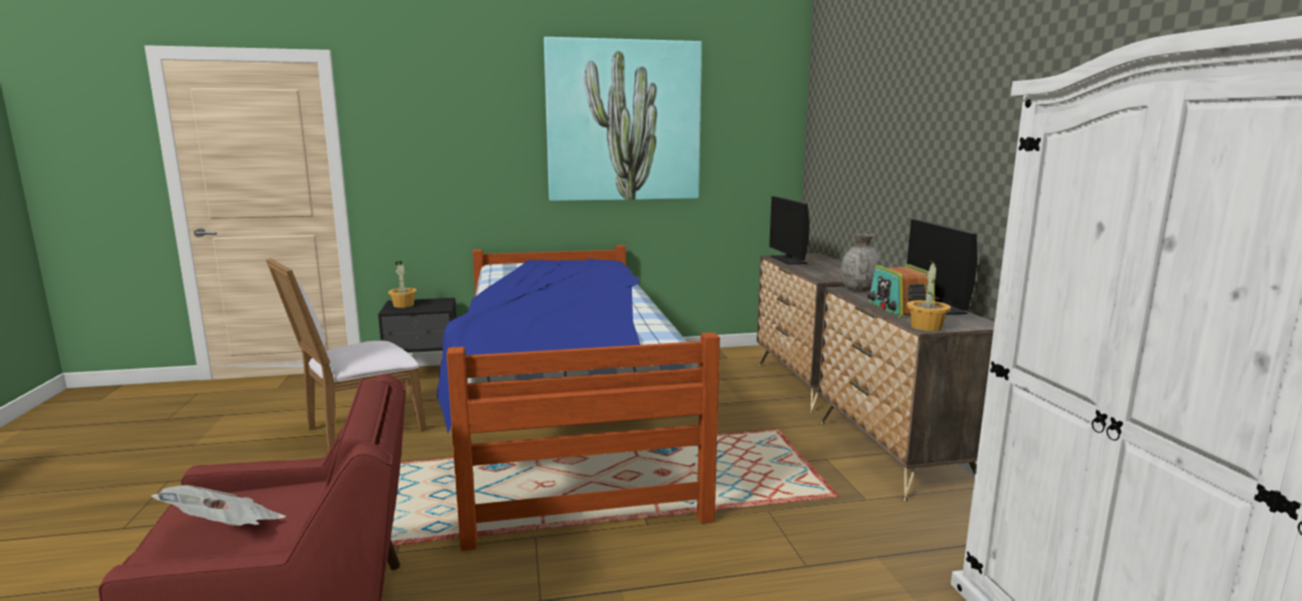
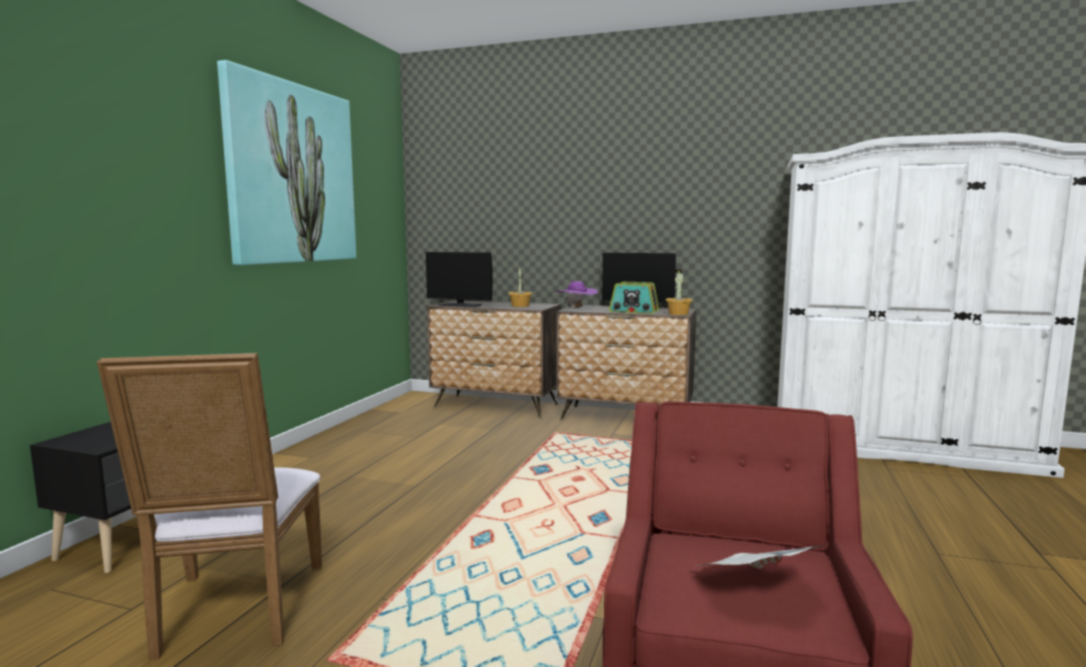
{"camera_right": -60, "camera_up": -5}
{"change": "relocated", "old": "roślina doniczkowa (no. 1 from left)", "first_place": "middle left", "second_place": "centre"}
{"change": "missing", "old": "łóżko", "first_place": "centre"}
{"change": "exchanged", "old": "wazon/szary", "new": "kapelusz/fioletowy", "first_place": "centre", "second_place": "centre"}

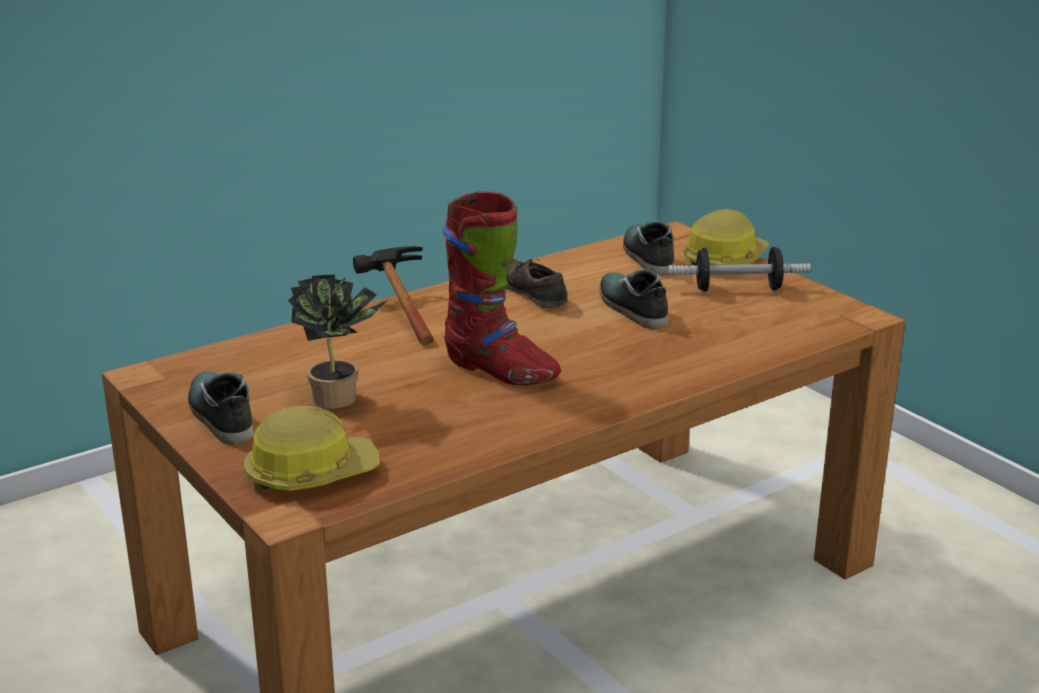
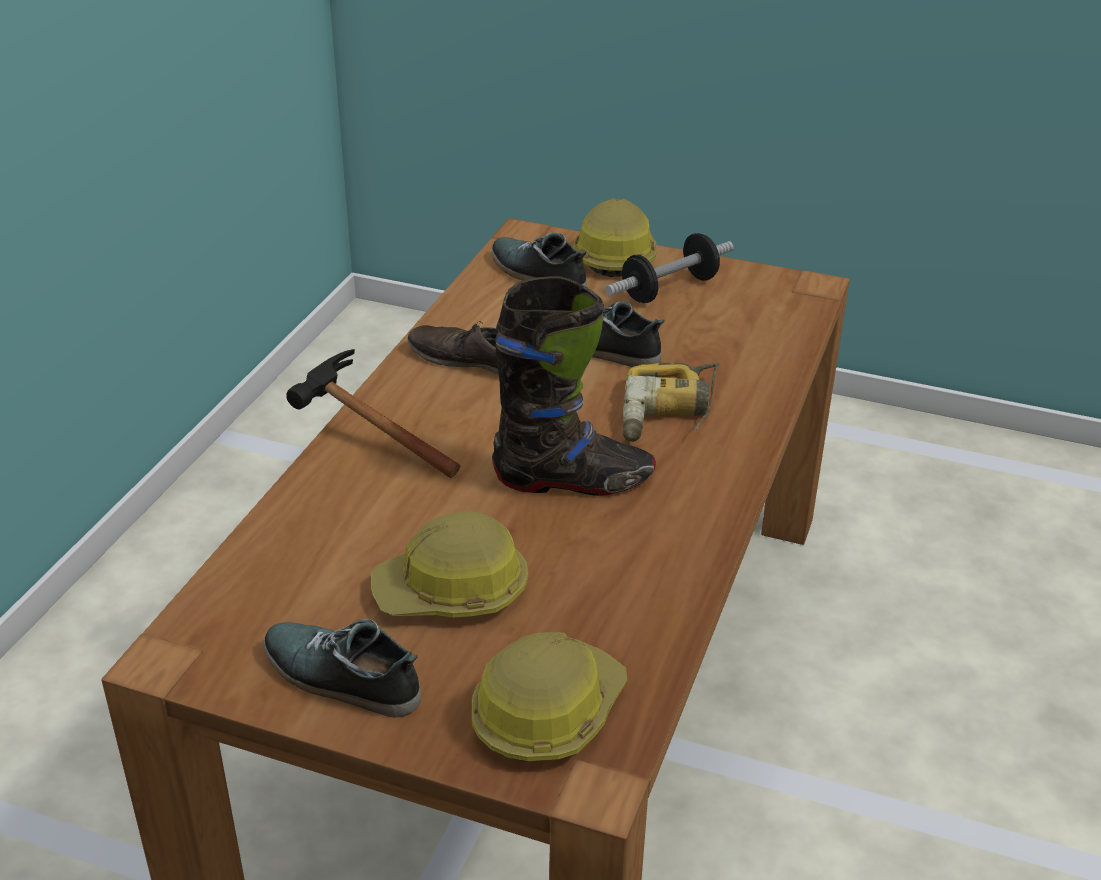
{"camera_right": -35, "camera_up": 10}
{"change": "exchanged", "old": "roślina doniczkowa", "new": "kask (no. 1 from left)", "first_place": "middle left", "second_place": "centre"}
{"change": "colour", "old": "but z cholewką/czerwony", "new": "but z cholewką/czarny", "first_place": "centre", "second_place": "centre"}
{"change": "appeared", "new": "wiertarka", "second_place": "centre"}

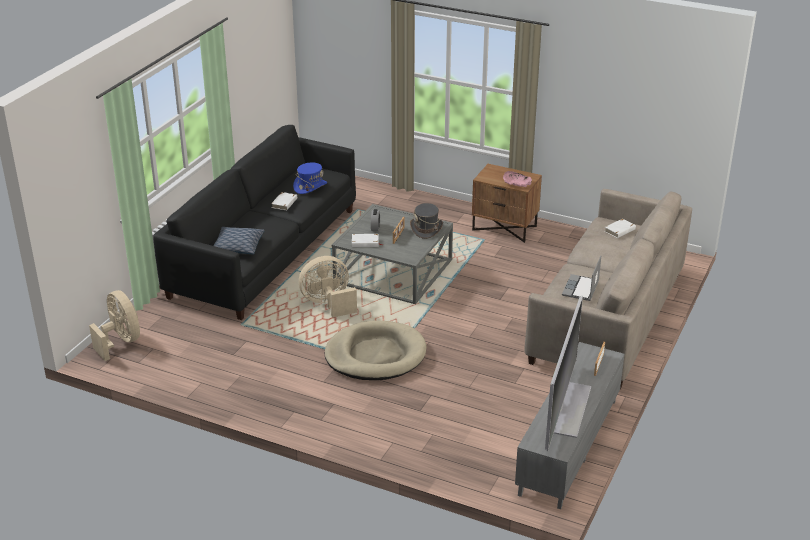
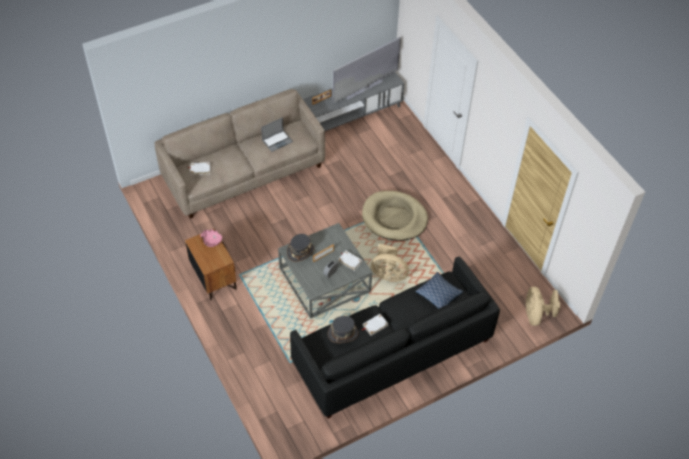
{"camera_right": -145, "camera_up": 20}
{"change": "colour", "old": "kapelusz/niebieski", "new": "kapelusz/szary (no. 2 from left)", "first_place": "top centre", "second_place": "bottom centre"}

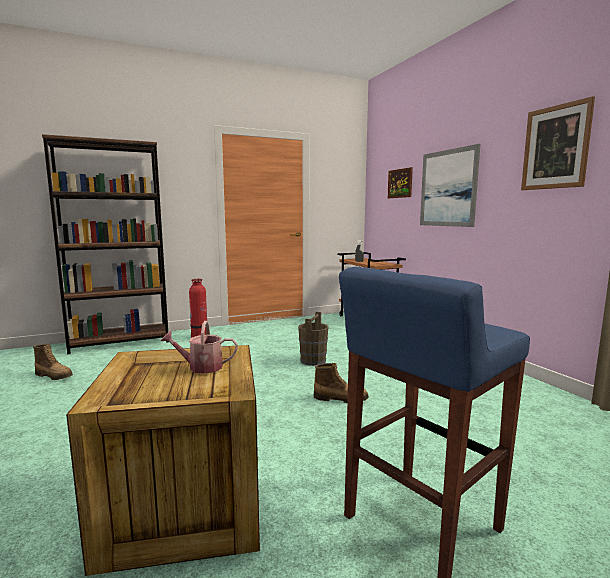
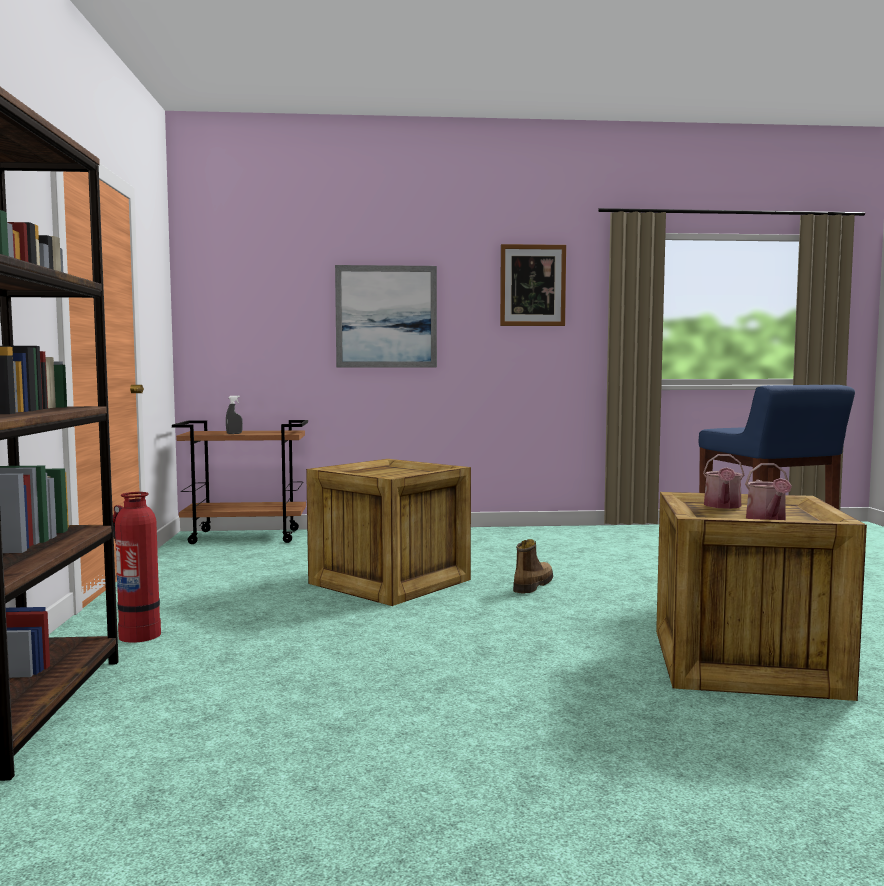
{"camera_right": -70, "camera_up": -5}
{"change": "missing", "old": "but z cholewką (no. 1 from left)", "first_place": "middle left"}
{"change": "exchanged", "old": "wiadro/brązowy", "new": "skrzynka (no. 1 from left)", "first_place": "centre", "second_place": "centre"}
{"change": "missing", "old": "obraz (no. 1 from left)", "first_place": "top centre"}
{"change": "appeared", "new": "konewka (no. 2 from left)", "second_place": "middle right"}

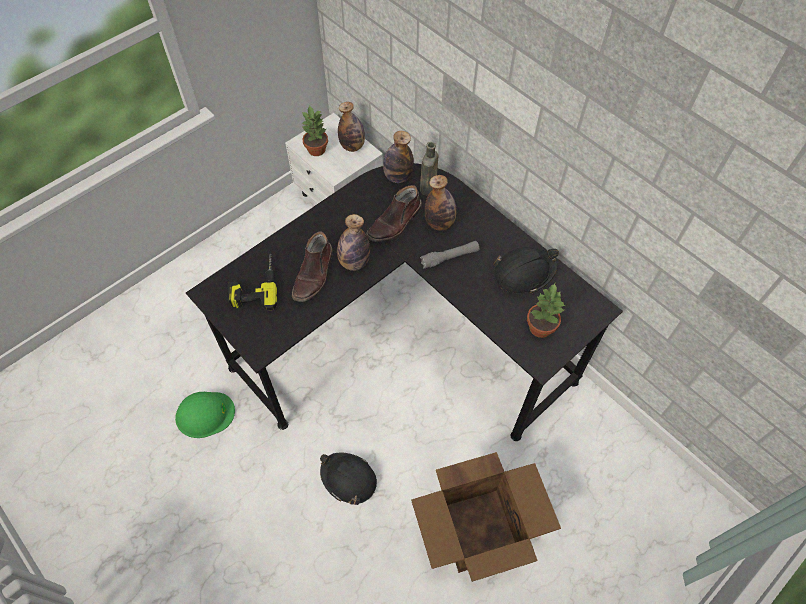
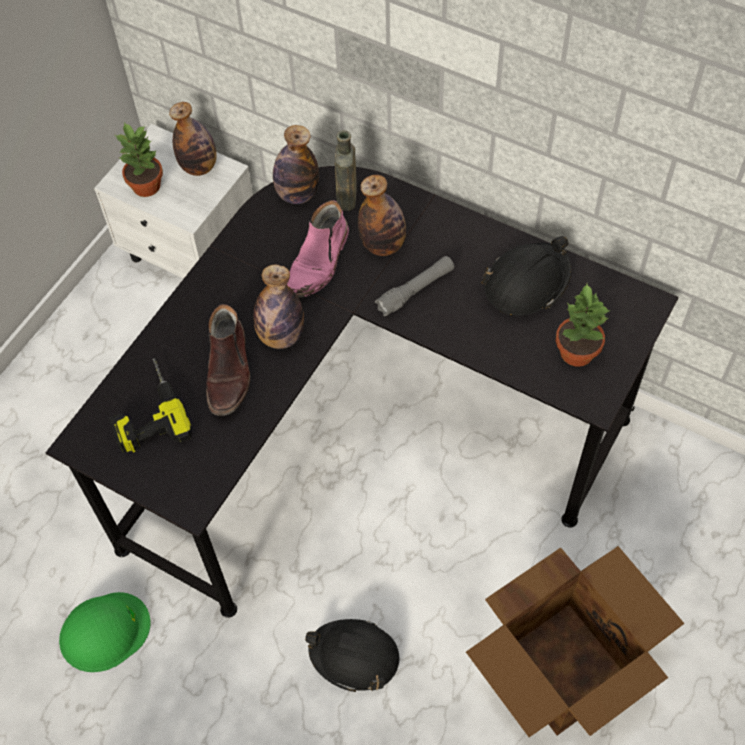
{"camera_right": -15, "camera_up": 0}
{"change": "colour", "old": "but z cholewką/brązowy (no. 2 from left)", "new": "but z cholewką/różowy", "first_place": "centre", "second_place": "centre"}

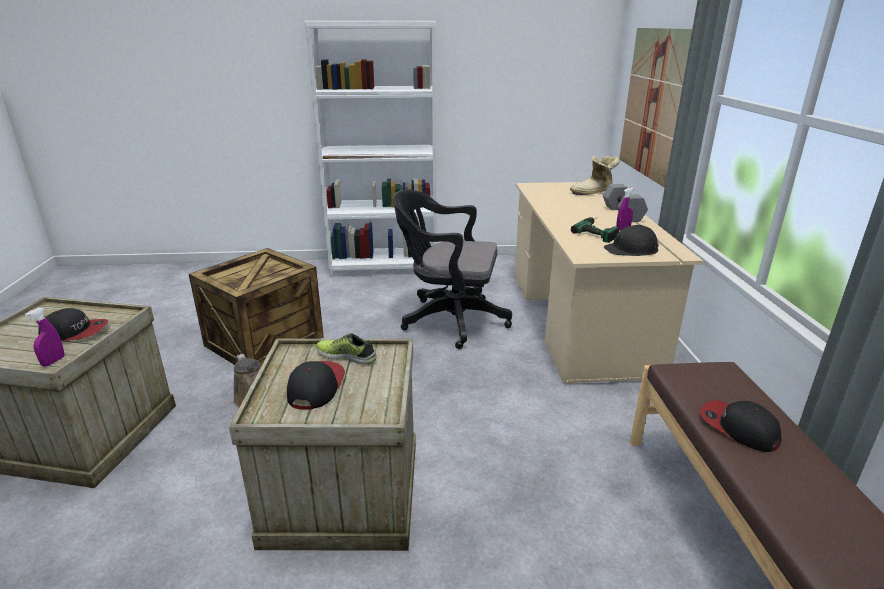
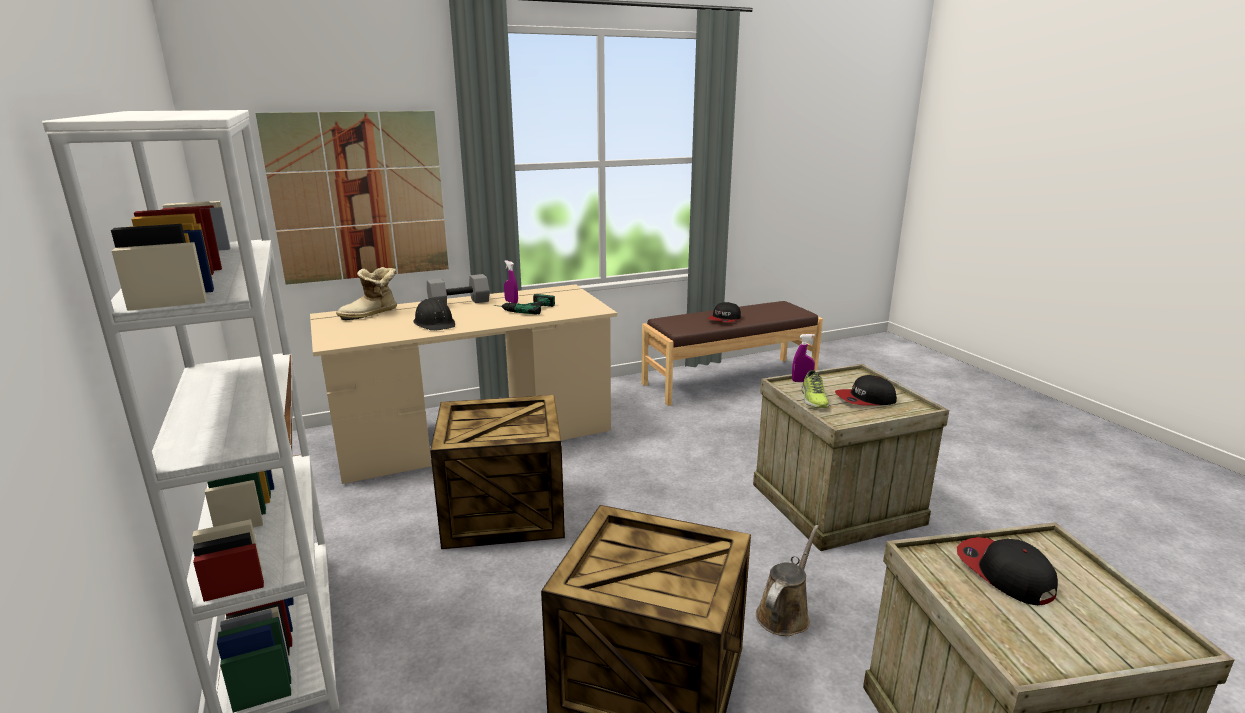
{"camera_right": -110, "camera_up": -5}
{"change": "relocated", "old": "spryskiwacz/fioletowy (no. 1 from left in the first image)", "new": "spryskiwacz/fioletowy (no. 2 from left)", "first_place": "middle left", "second_place": "centre"}
{"change": "exchanged", "old": "krzesło biurowe/czarny", "new": "skrzynka (no. 1 from left)", "first_place": "centre", "second_place": "centre"}
{"change": "spun", "old": "but z cholewką", "first_place": "top right", "second_place": "middle left", "degrees": 90}
{"change": "relocated", "old": "kask/czarny", "first_place": "middle right", "second_place": "centre"}

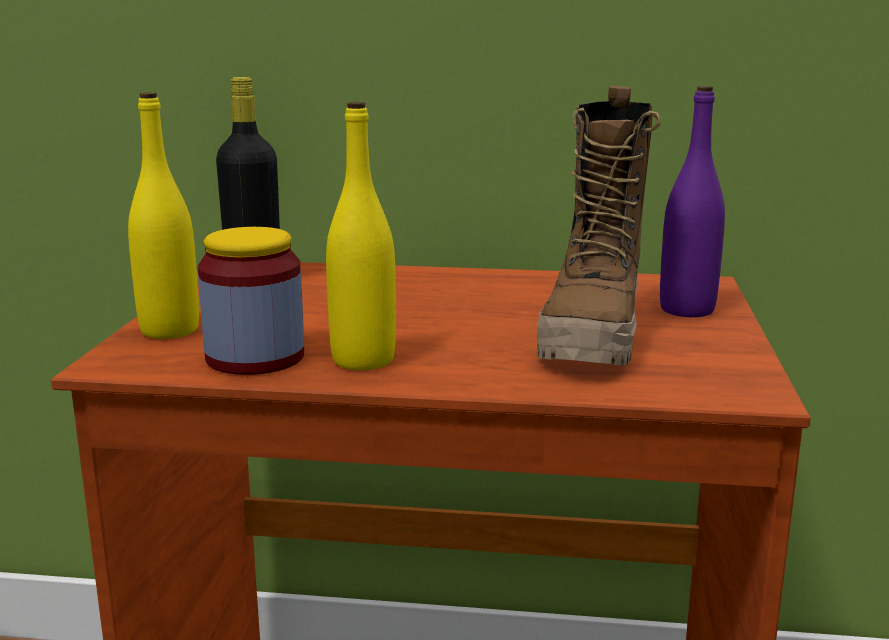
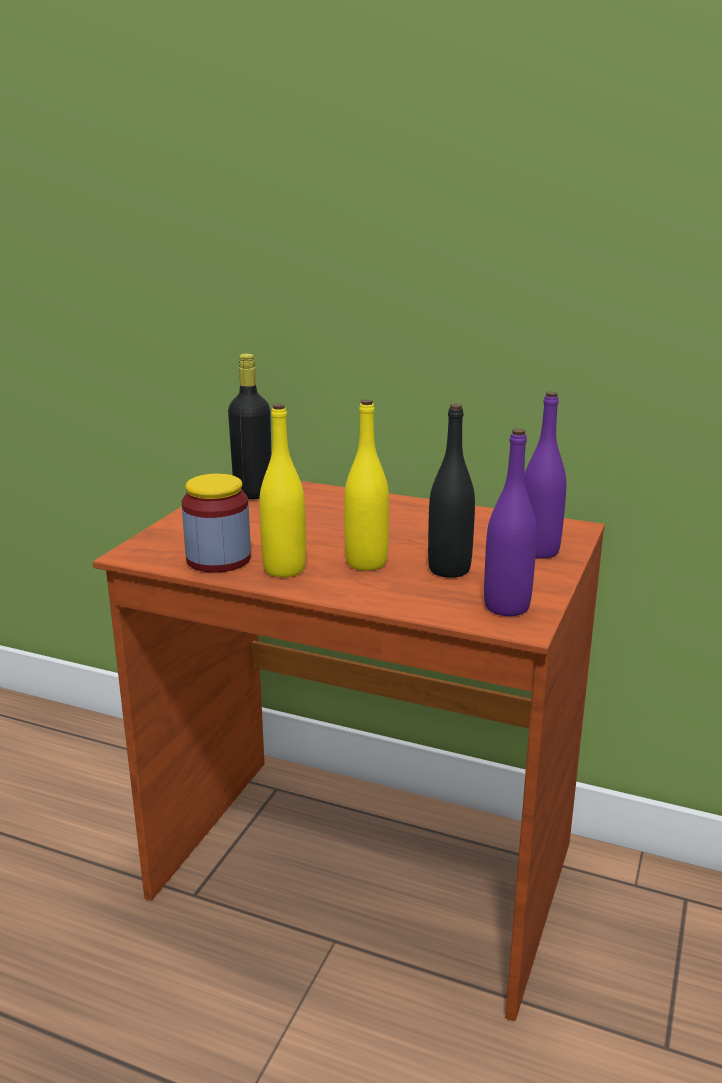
{"camera_right": 15, "camera_up": 5}
{"change": "relocated", "old": "butelka/żółty (no. 1 from left in the first image)", "new": "butelka/żółty (no. 2 from left)", "first_place": "middle left", "second_place": "centre"}
{"change": "exchanged", "old": "but z cholewką", "new": "butelka/czarny (no. 2 from left)", "first_place": "middle right", "second_place": "centre"}
{"change": "appeared", "new": "butelka/fioletowy (no. 1 from left)", "second_place": "middle right"}

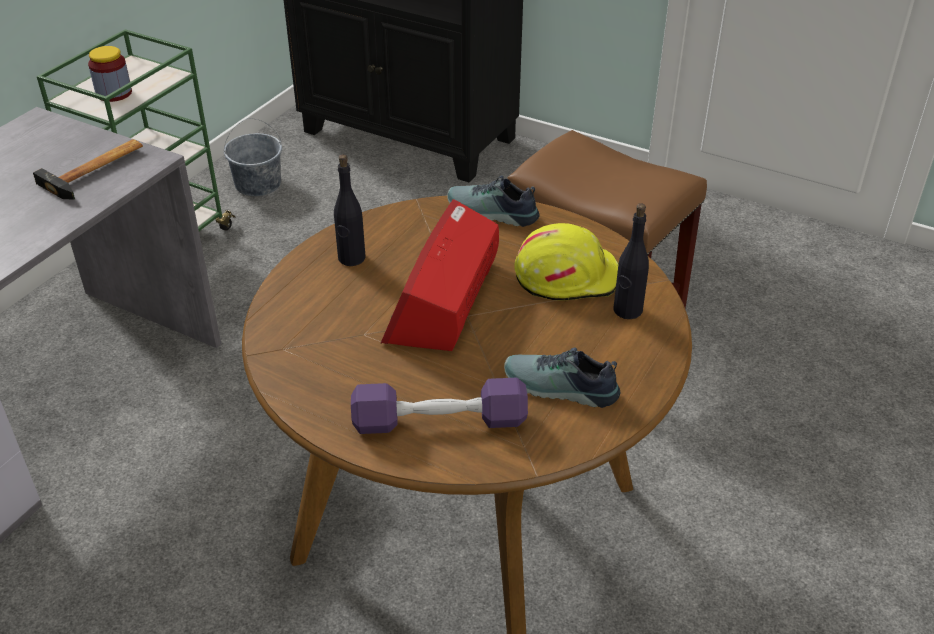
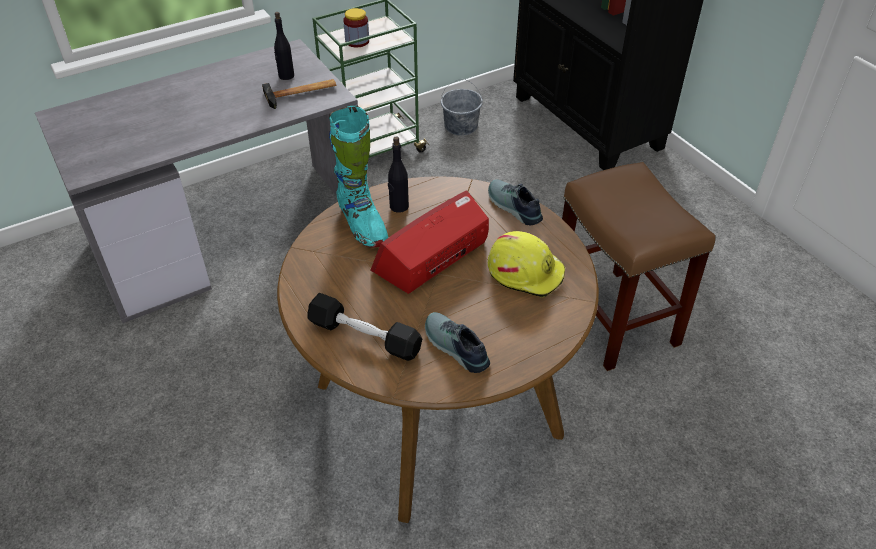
{"camera_right": 30, "camera_up": 5}
{"change": "colour", "old": "hantel/fioletowy", "new": "hantel/czarny", "first_place": "centre", "second_place": "centre"}
{"change": "relocated", "old": "butelka/czarny (no. 2 from left in the first image)", "new": "butelka/czarny (no. 1 from left)", "first_place": "middle right", "second_place": "top left"}
{"change": "appeared", "new": "but z cholewką/turkusowy", "second_place": "top centre"}

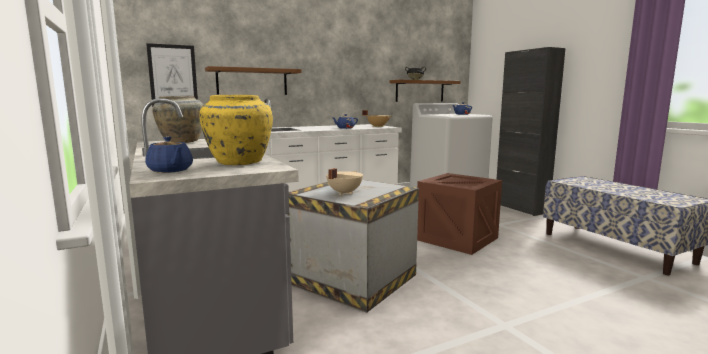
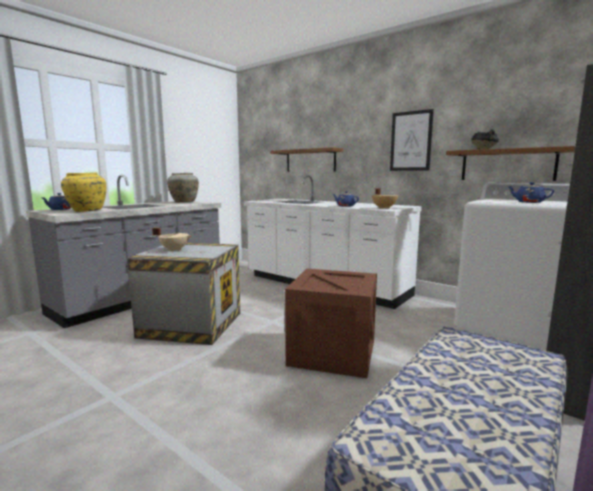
{"camera_right": 65, "camera_up": 0}
{"change": "relocated", "old": "obraz", "first_place": "top left", "second_place": "top right"}

